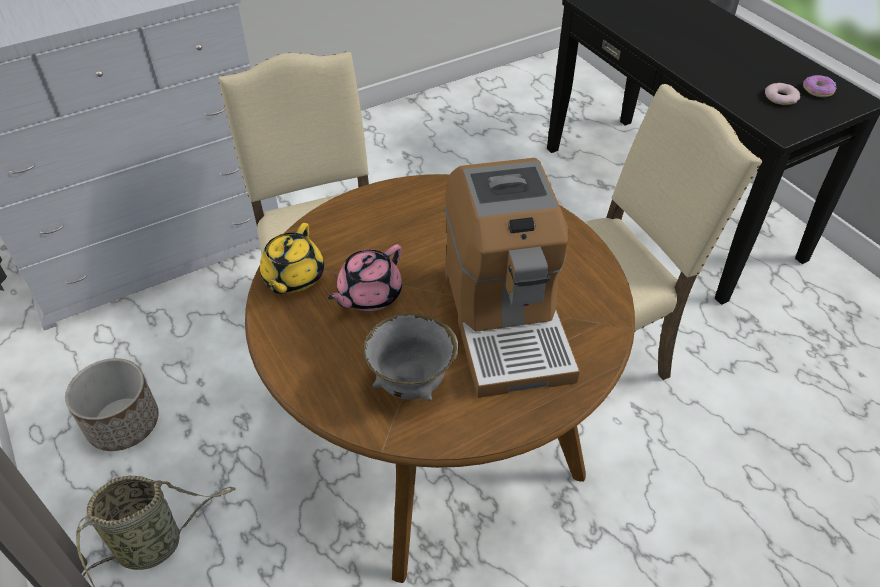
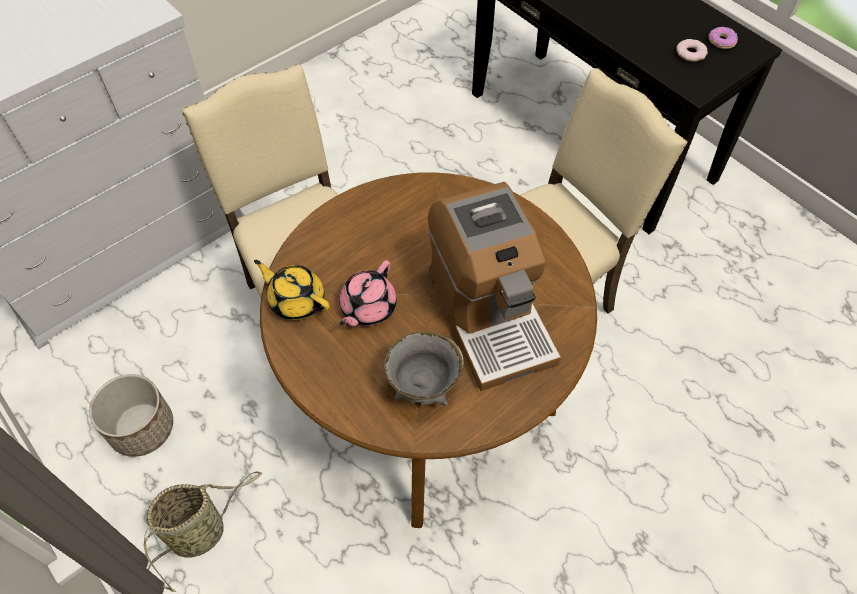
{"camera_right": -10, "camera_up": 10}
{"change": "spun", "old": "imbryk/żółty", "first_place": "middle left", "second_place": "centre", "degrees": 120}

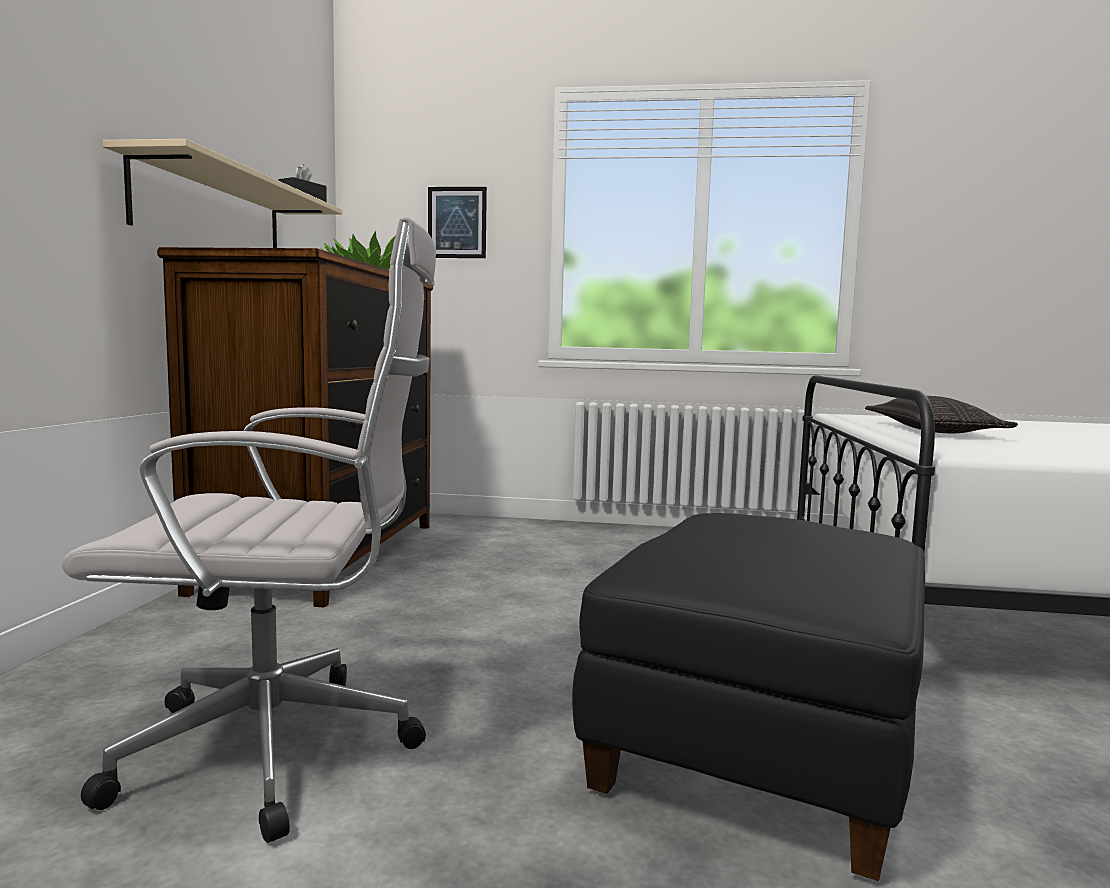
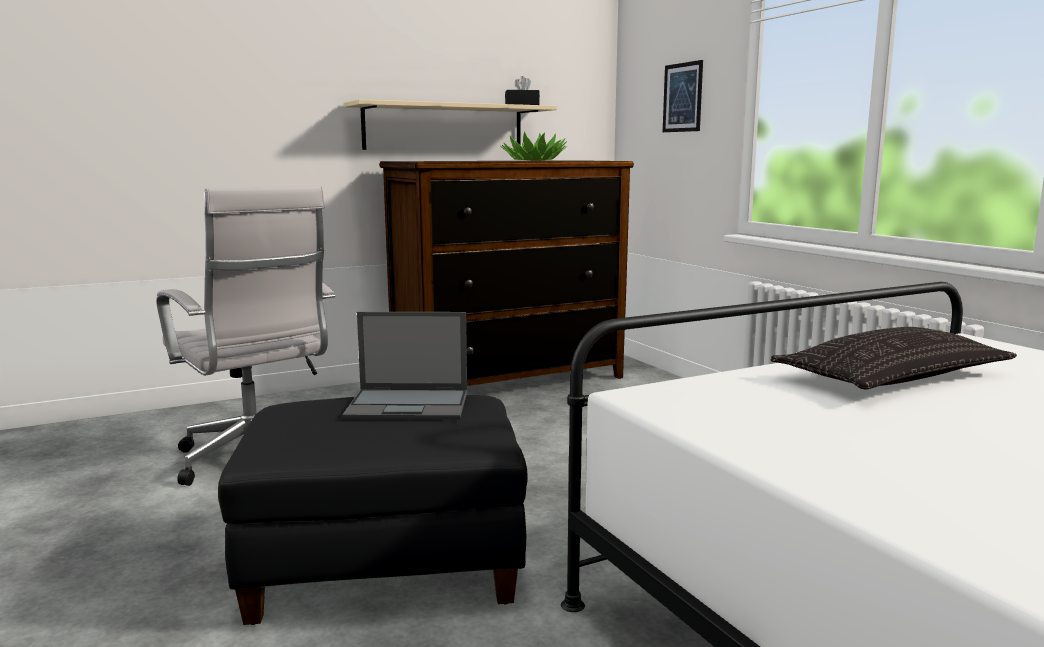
{"camera_right": 55, "camera_up": 5}
{"change": "appeared", "new": "laptop", "second_place": "centre"}

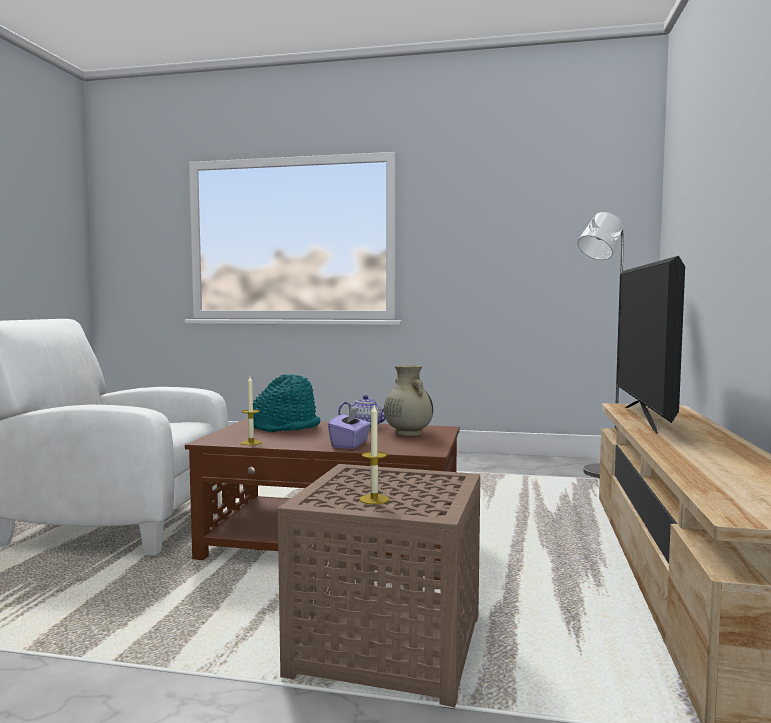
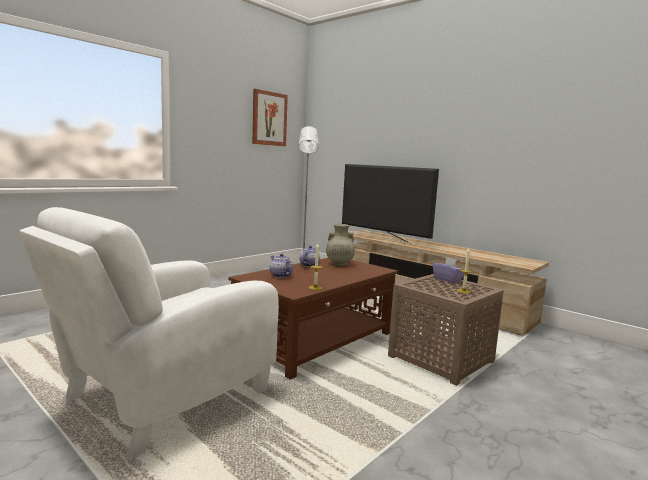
{"camera_right": -60, "camera_up": 5}
{"change": "exchanged", "old": "kapelusz/turkusowy", "new": "imbryk (no. 1 from left)", "first_place": "centre", "second_place": "centre"}
{"change": "relocated", "old": "pudełko chusteczek/fioletowy", "first_place": "centre", "second_place": "middle right"}
{"change": "appeared", "new": "obraz", "second_place": "top centre"}

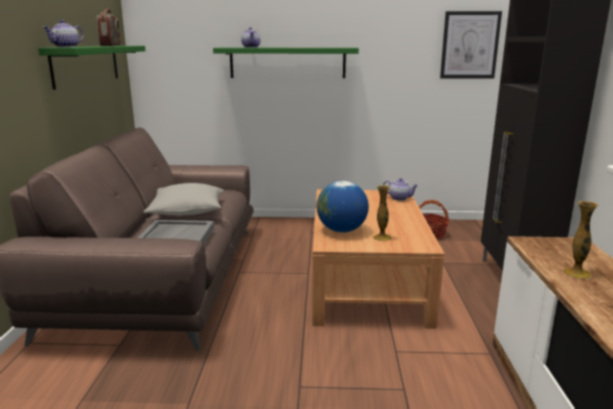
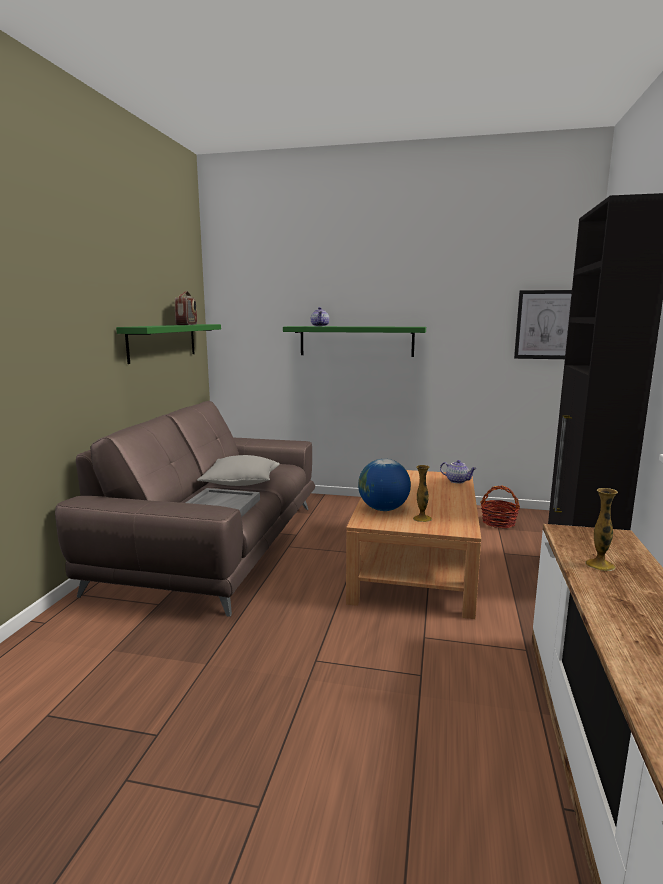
{"camera_right": 10, "camera_up": -5}
{"change": "missing", "old": "imbryk (no. 1 from left)", "first_place": "top left"}

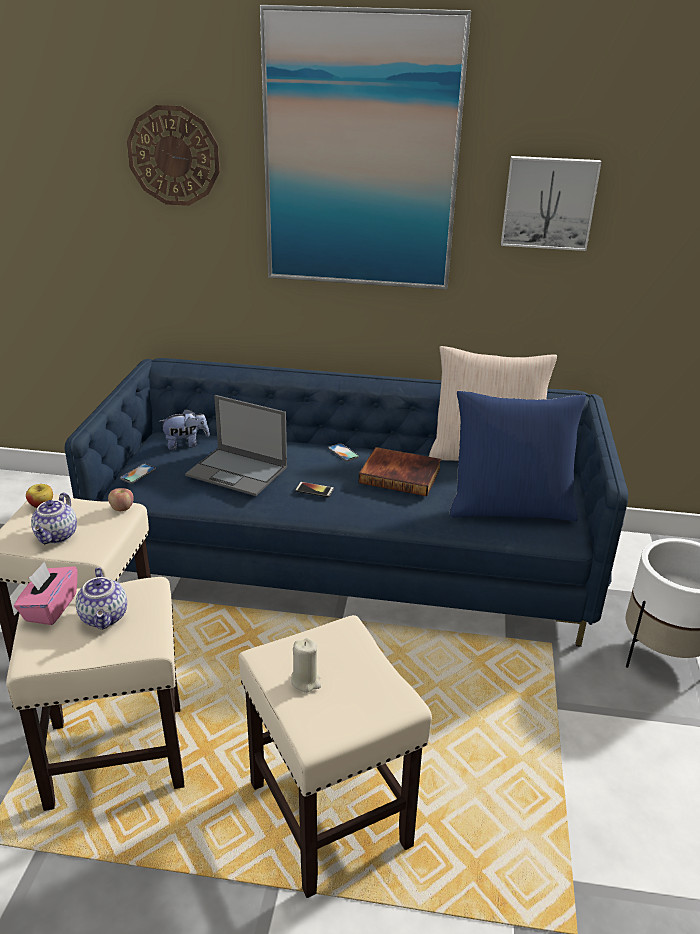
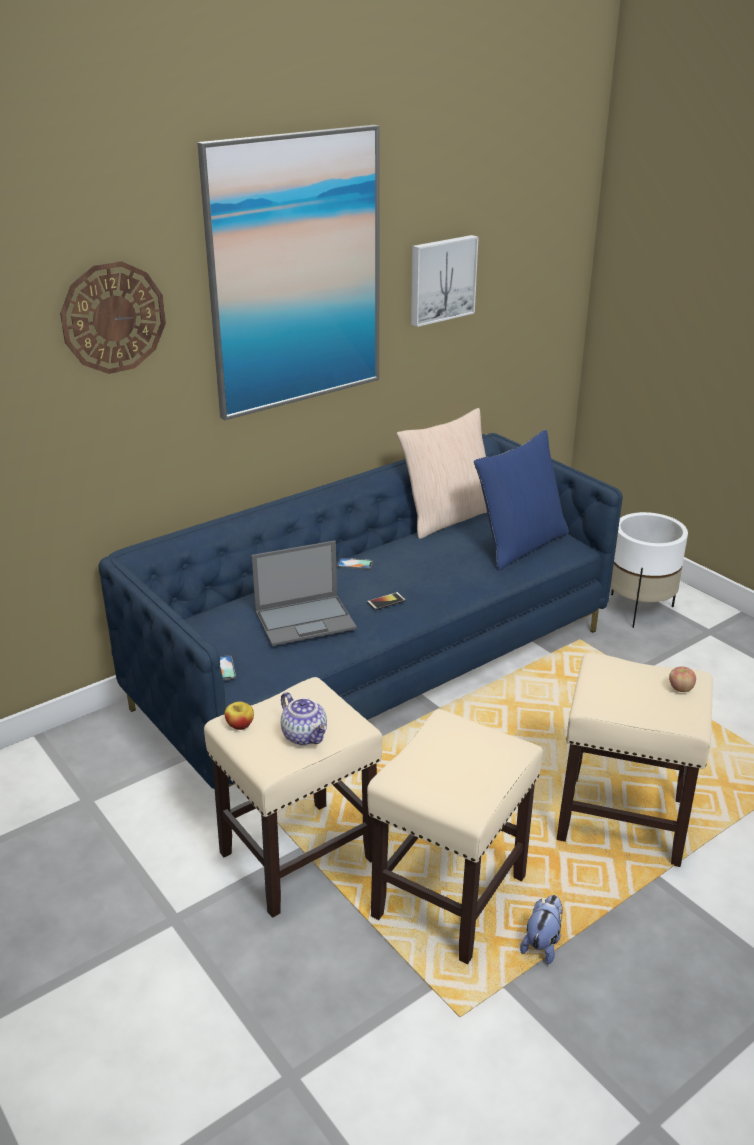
{"camera_right": -45, "camera_up": 0}
{"change": "missing", "old": "pudełko chusteczek/różowy", "first_place": "middle left"}
{"change": "missing", "old": "imbryk (no. 2 from left)", "first_place": "middle left"}
{"change": "relocated", "old": "jabłko (no. 2 from left)", "first_place": "middle left", "second_place": "middle right"}
{"change": "relocated", "old": "pluszak", "first_place": "middle left", "second_place": "bottom right"}
{"change": "missing", "old": "świeca/beżowy", "first_place": "bottom centre"}
{"change": "missing", "old": "książka", "first_place": "centre"}

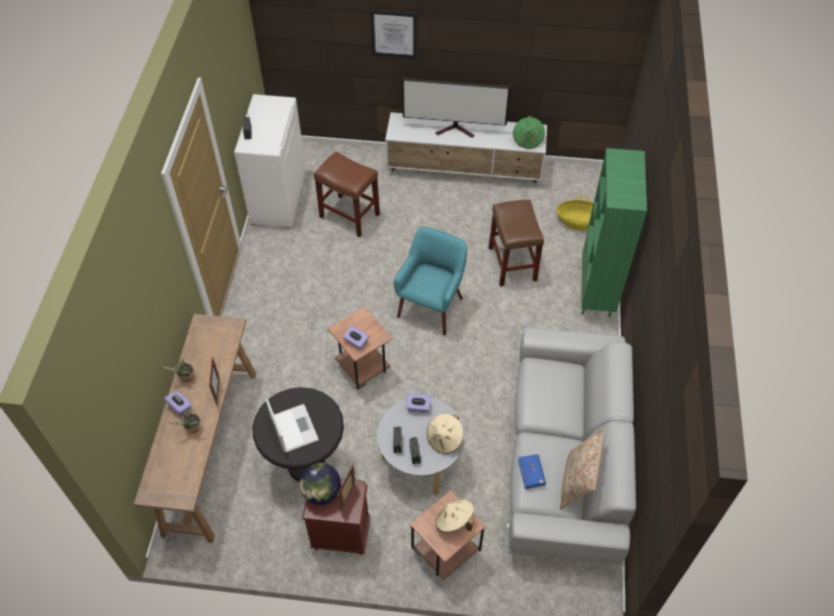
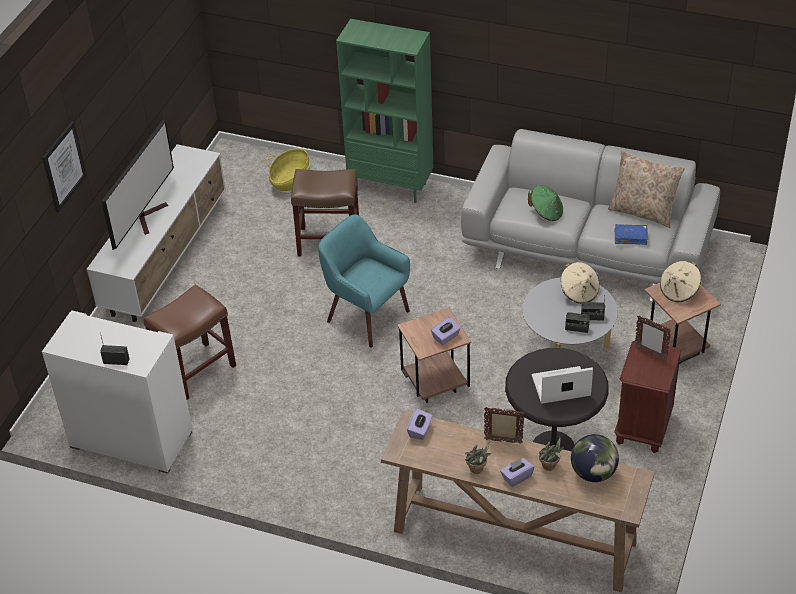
{"camera_right": -75, "camera_up": -10}
{"change": "relocated", "old": "globus", "first_place": "bottom centre", "second_place": "bottom right"}
{"change": "relocated", "old": "pudełko chusteczek/fioletowy (no. 3 from left in the first image)", "new": "pudełko chusteczek/fioletowy (no. 1 from left)", "first_place": "centre", "second_place": "bottom centre"}
{"change": "relocated", "old": "kapelusz/zielony", "first_place": "top centre", "second_place": "middle right"}

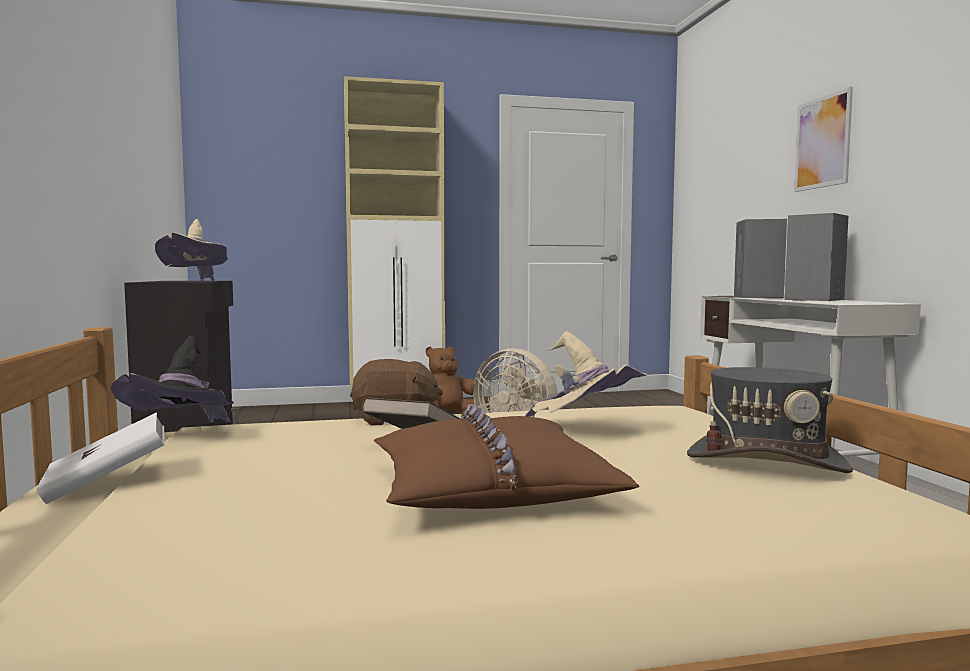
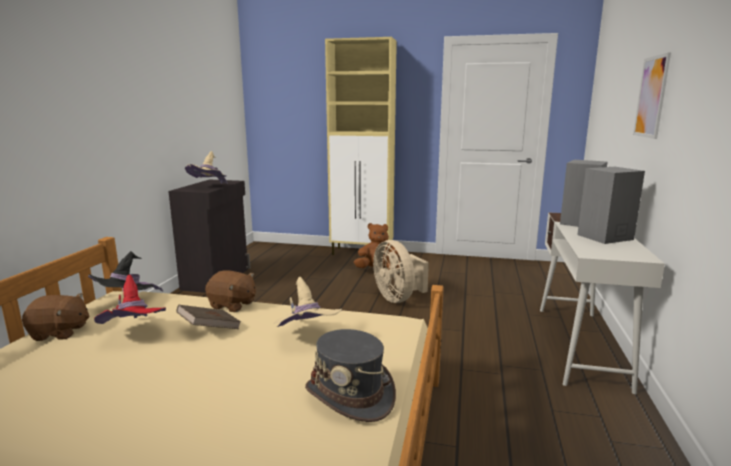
{"camera_right": 25, "camera_up": 10}
{"change": "exchanged", "old": "książka/biały", "new": "pluszak/brązowy (no. 1 from left)", "first_place": "bottom left", "second_place": "bottom left"}
{"change": "missing", "old": "poduszka/brązowy", "first_place": "bottom centre"}
{"change": "appeared", "new": "kapelusz/czerwony", "second_place": "middle left"}

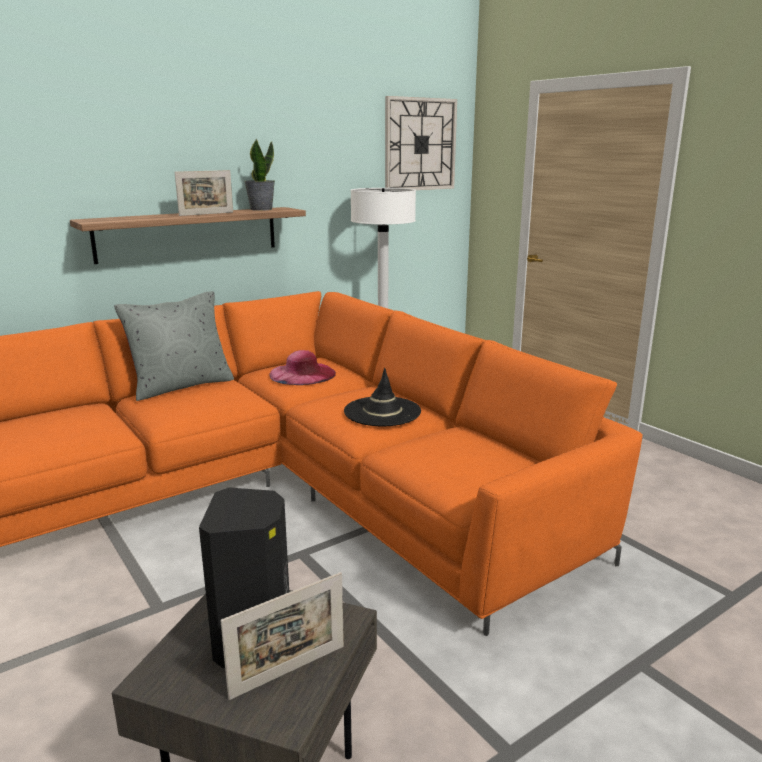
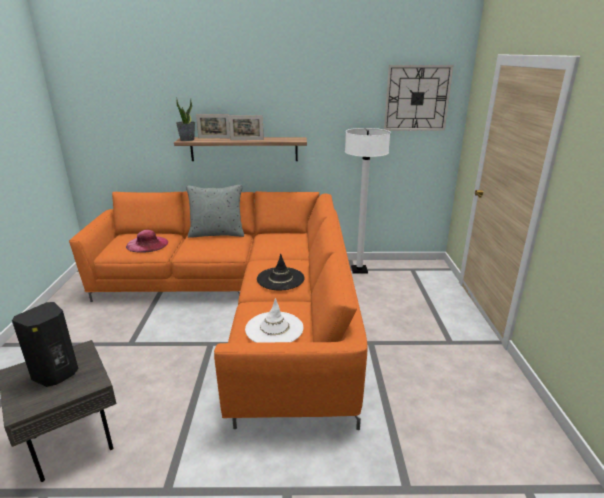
{"camera_right": 35, "camera_up": 5}
{"change": "relocated", "old": "ramka na zdjęcie (no. 2 from left in the first image)", "new": "ramka na zdjęcie (no. 1 from left)", "first_place": "bottom centre", "second_place": "top centre"}
{"change": "relocated", "old": "roślina doniczkowa", "first_place": "top centre", "second_place": "top left"}
{"change": "relocated", "old": "kapelusz/różowy", "first_place": "centre", "second_place": "middle left"}
{"change": "appeared", "new": "kapelusz/biały", "second_place": "centre"}

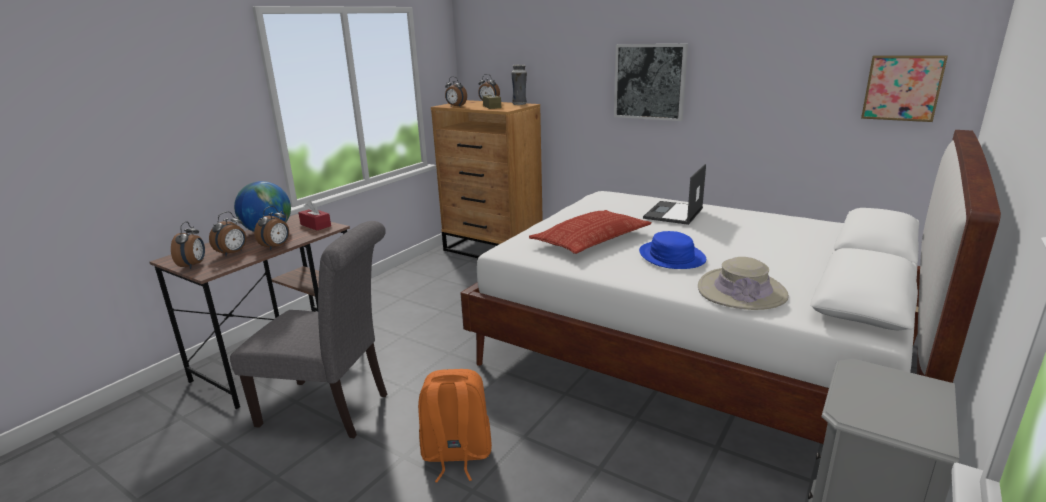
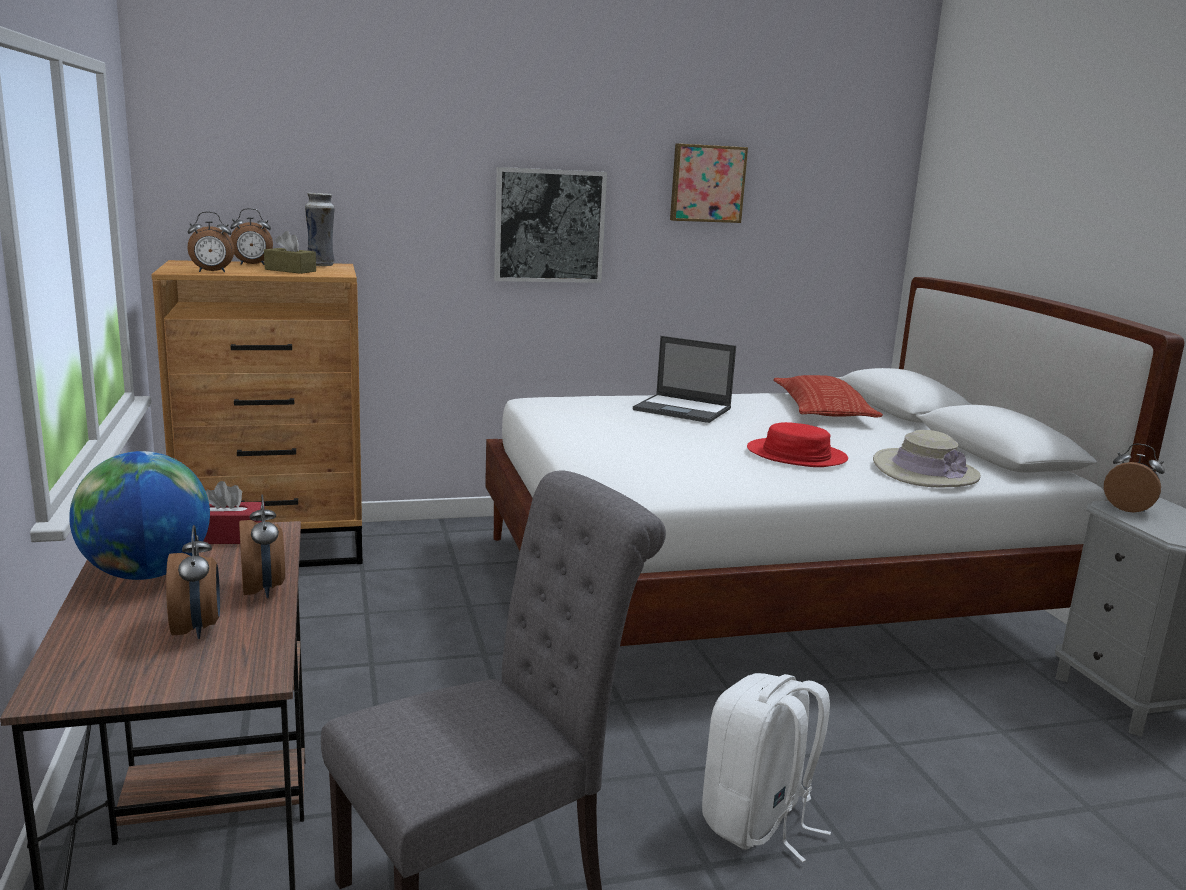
{"camera_right": -50, "camera_up": -5}
{"change": "relocated", "old": "budzik (no. 1 from left in the first image)", "new": "budzik (no. 5 from left)", "first_place": "middle left", "second_place": "middle right"}
{"change": "colour", "old": "plecak/pomarańczowy", "new": "plecak/biały", "first_place": "bottom centre", "second_place": "bottom centre"}
{"change": "relocated", "old": "poduszka", "first_place": "centre", "second_place": "middle right"}
{"change": "colour", "old": "kapelusz/niebieski", "new": "kapelusz/czerwony", "first_place": "centre", "second_place": "middle right"}
{"change": "spun", "old": "laptop", "first_place": "centre", "second_place": "centre", "degrees": -45}
{"change": "relocated", "old": "obraz (no. 2 from left)", "first_place": "top right", "second_place": "top centre"}

